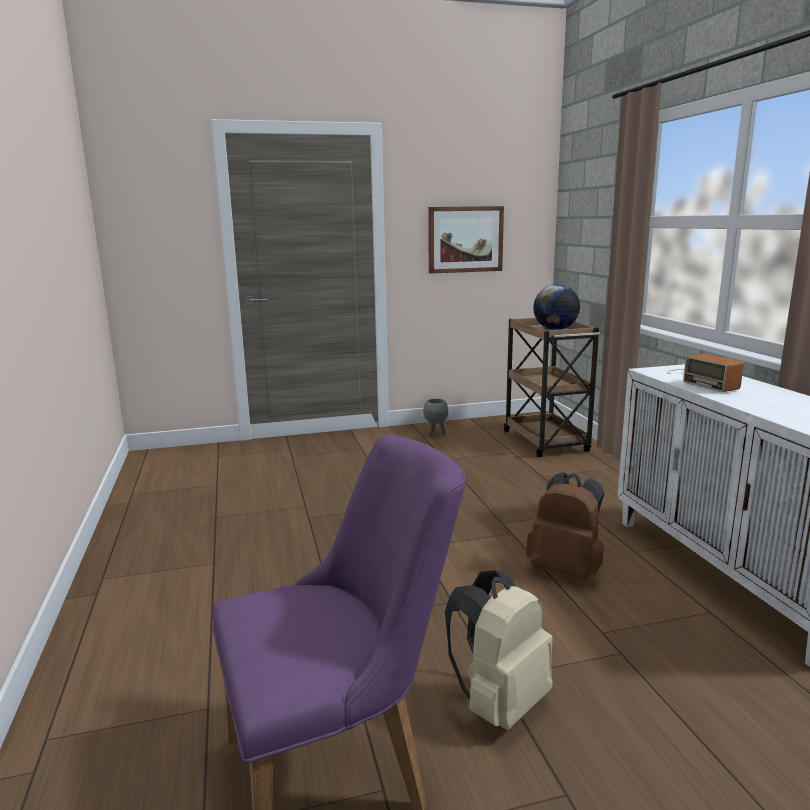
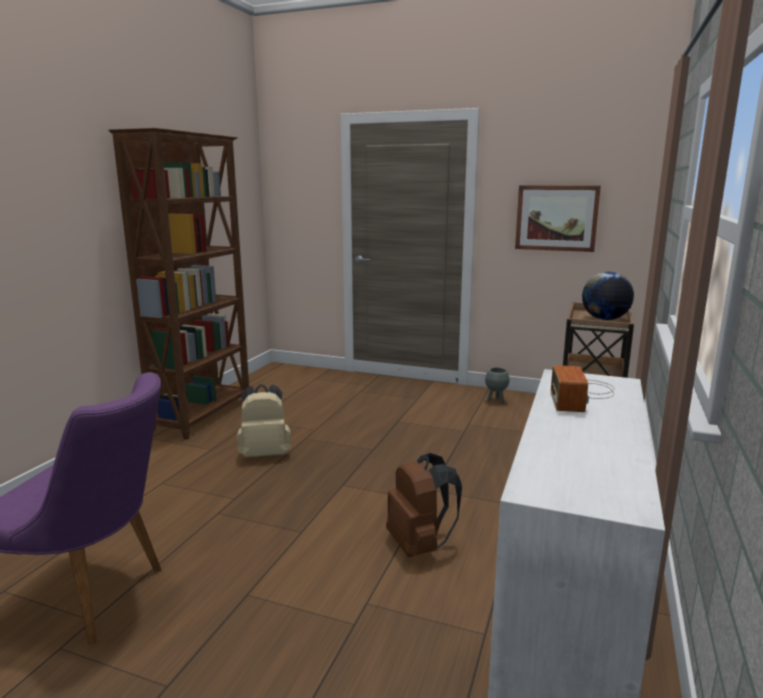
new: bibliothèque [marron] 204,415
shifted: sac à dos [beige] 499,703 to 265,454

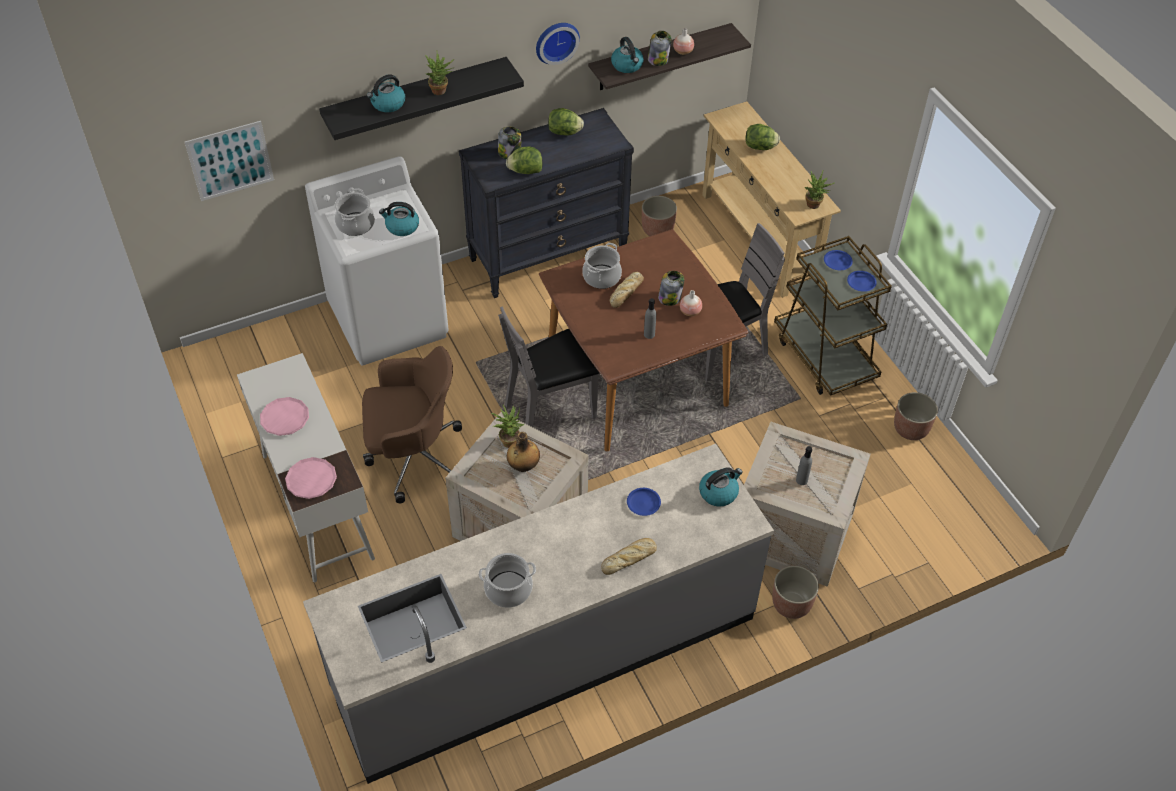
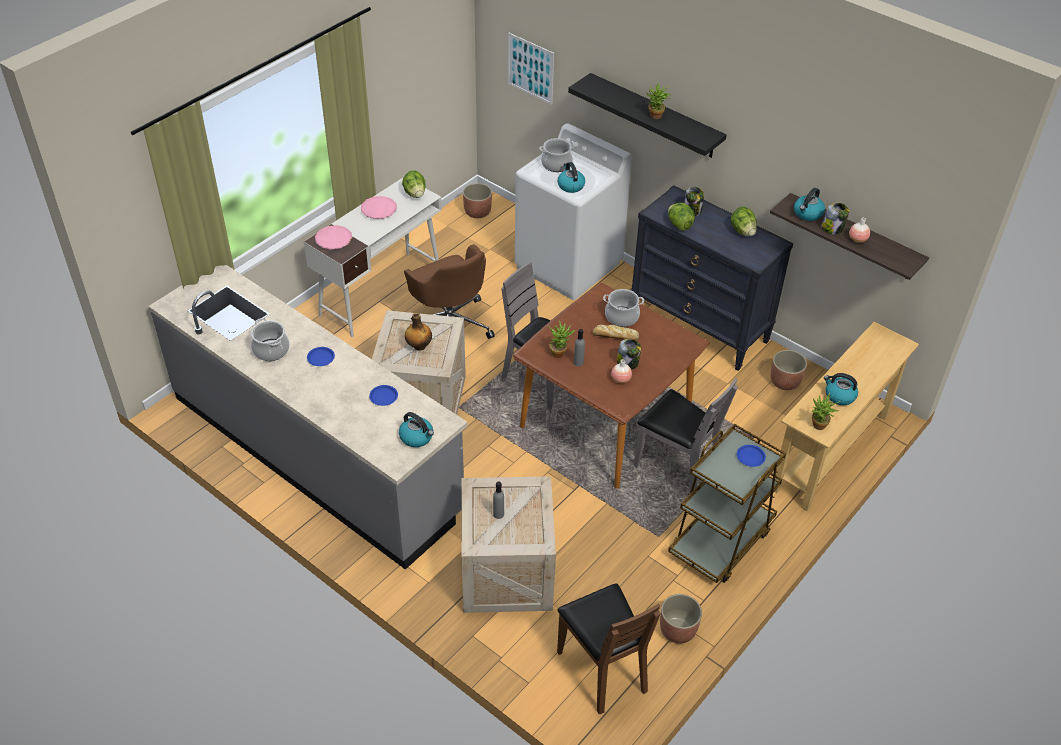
gone: horloge murale 556,41; pain 630,558
new: chaise [marron] 602,669
shifted: bouilloire 387,104 to 839,396; plante en pot 508,439 to 560,352; laitue 760,147 to 415,194; cache-pot 791,604 to 477,212; assiette [bleu] 861,283 to 320,358

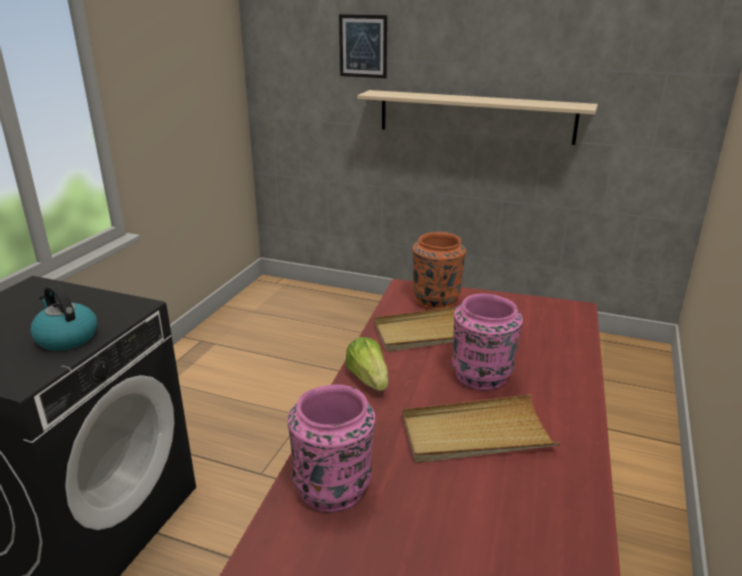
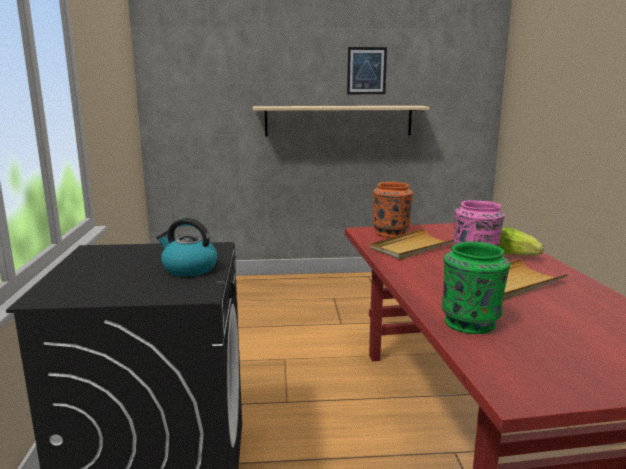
shifted: tableau 363,46 to 366,71; laitue 369,379 to 514,256
repainted: vase [rose] 334,487 to vase [vert] 470,322

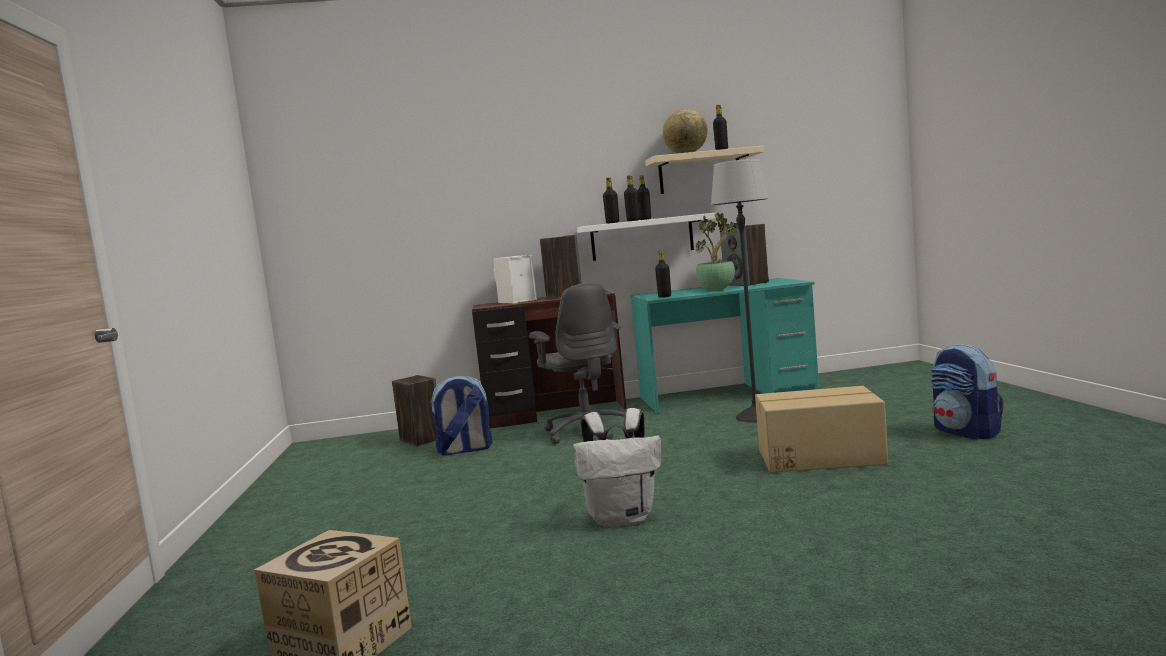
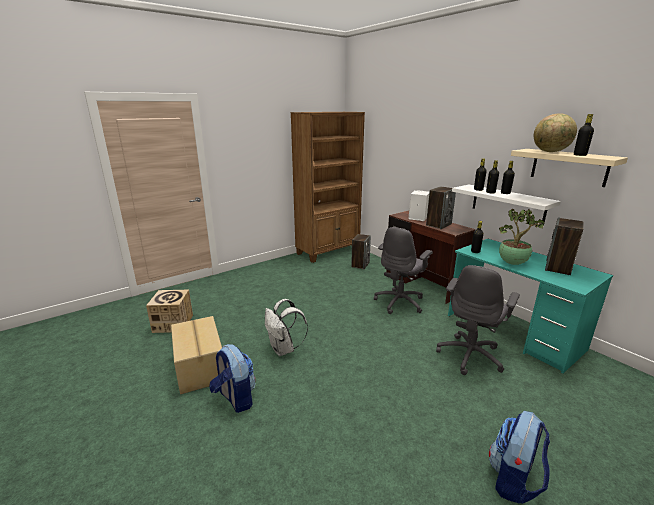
new: bibliothèque [marron] 328,251
shifted: sac à dos 464,450 to 235,398; carton 819,457 to 201,366
swapped: lampadaire 755,417 to chaise de bureau [gris] 470,355

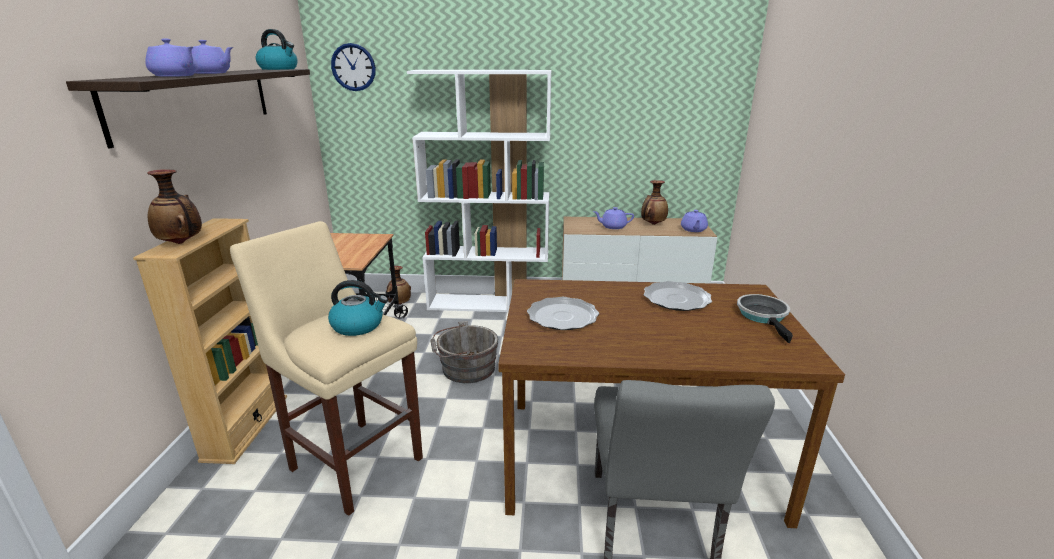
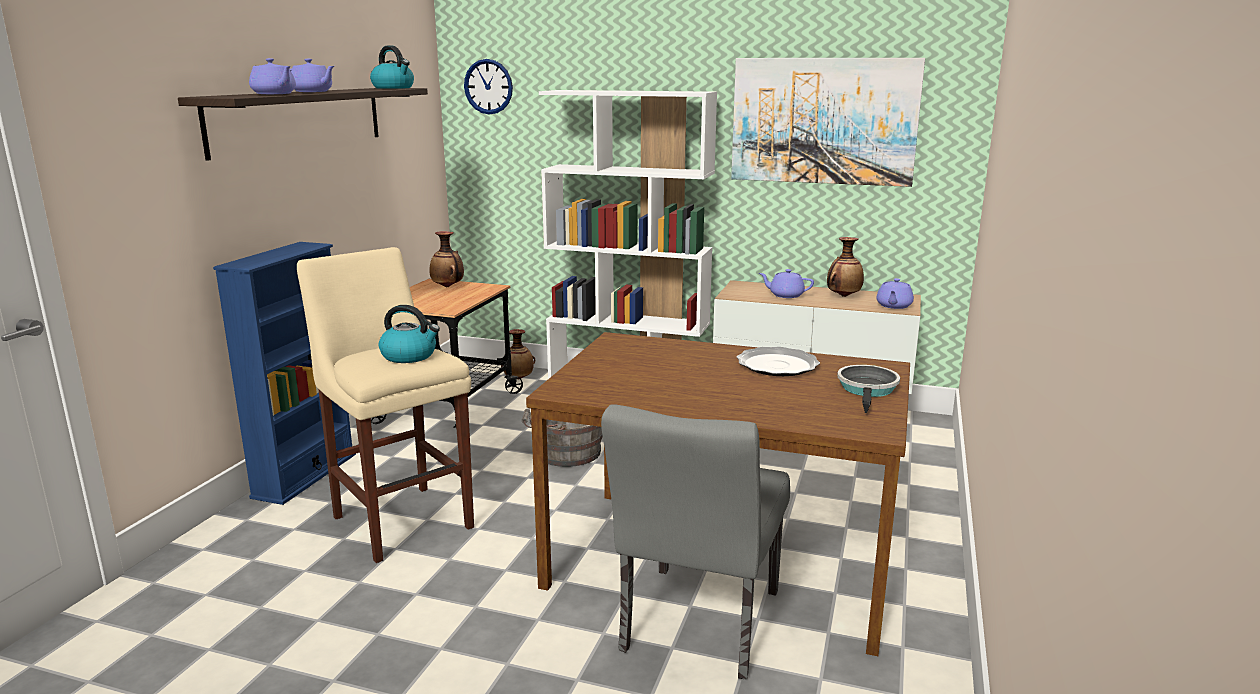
gone: assiette 562,316
new: tableau 823,121
shifted: vase 181,243 to 448,287
repainted: bibliothèque [beige] 246,427 to bibliothèque [bleu] 305,475

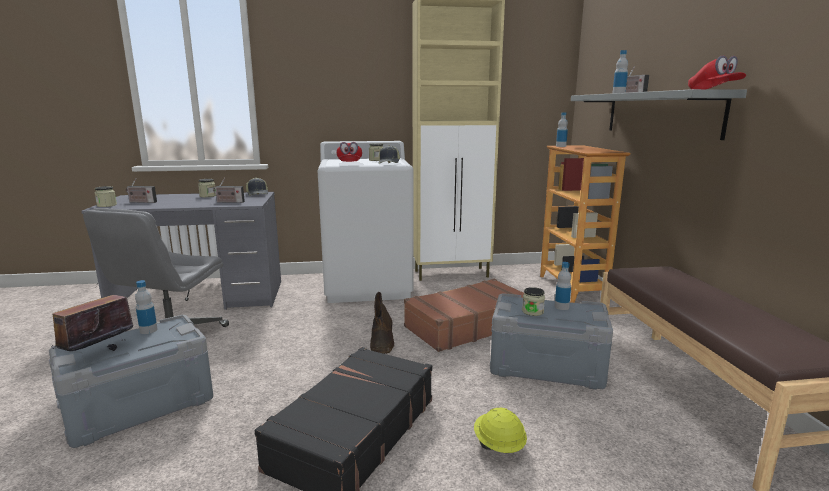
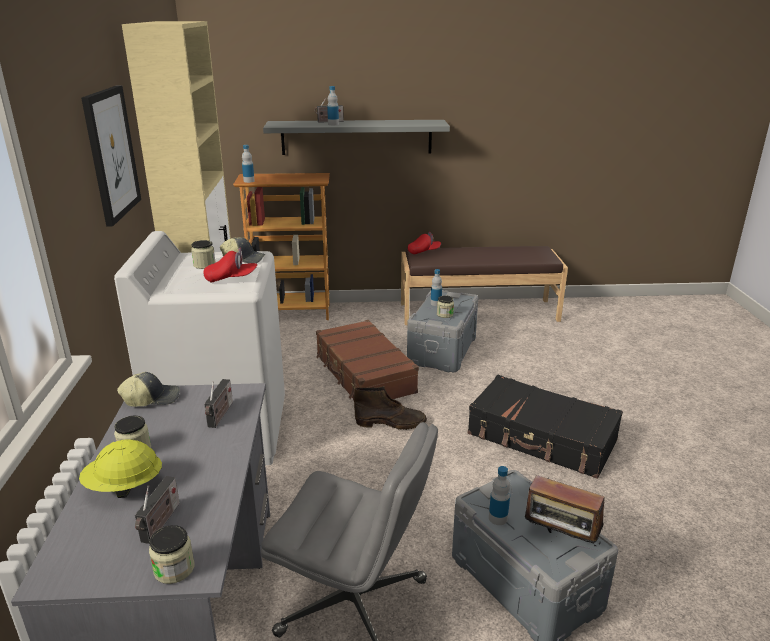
new: tableau 111,154
shifted: casque de chantier [jaune] 498,445 to 124,487; casquette [rouge] 714,89 to 424,252

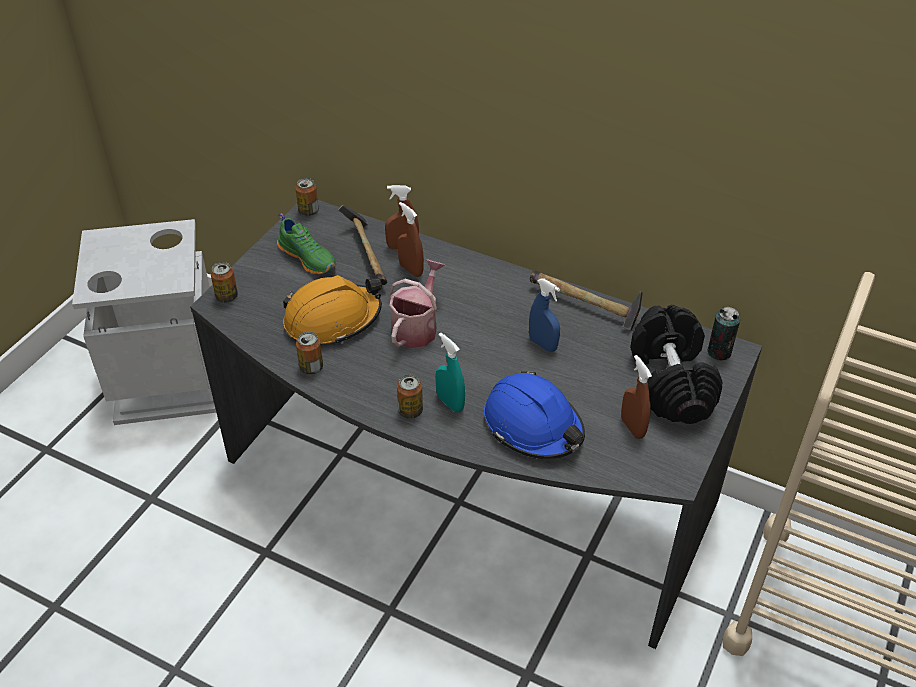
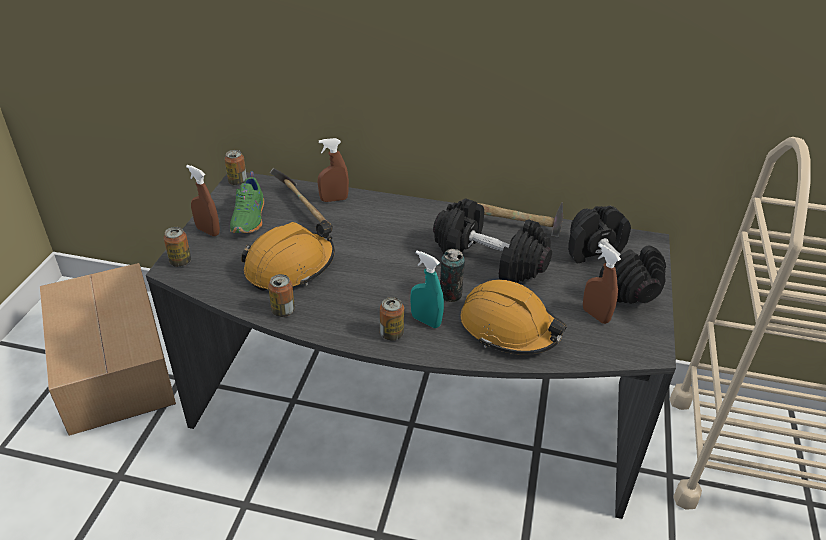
gone: arrosoir 417,327
shifted: vaporisateur [marron] 411,270 to 208,231; boîte métallique 719,352 to 450,294
swapped: poubelle [gris] 171,379 to carton 114,363; vaporisateur [bleu] 543,344 to haltère [noir] 488,259
repainted: casque de chantier [bleu] 533,426 to casque de chantier [orange] 509,328
rotated: chaussure [vert] 308,257 = 250,218 60 degrees clockwise

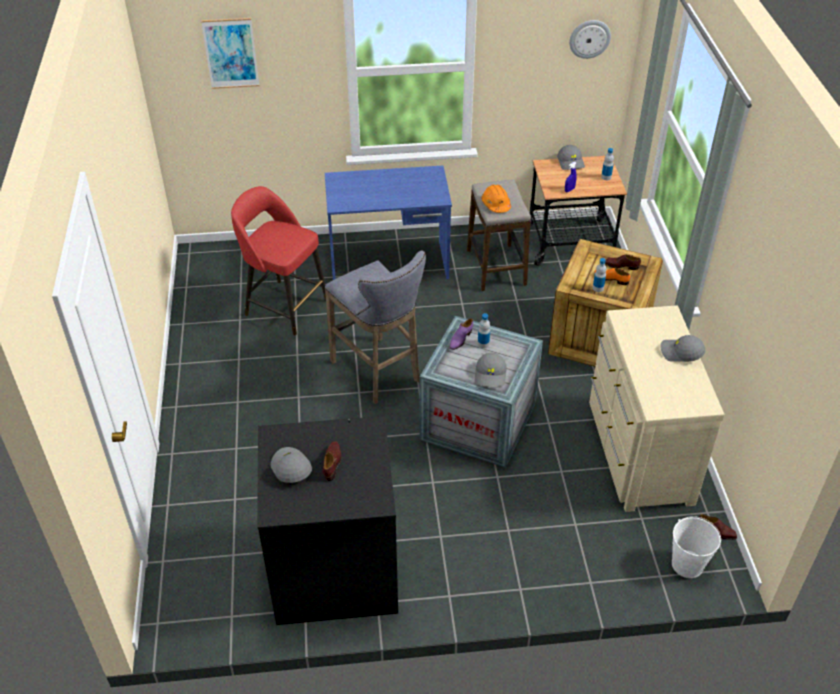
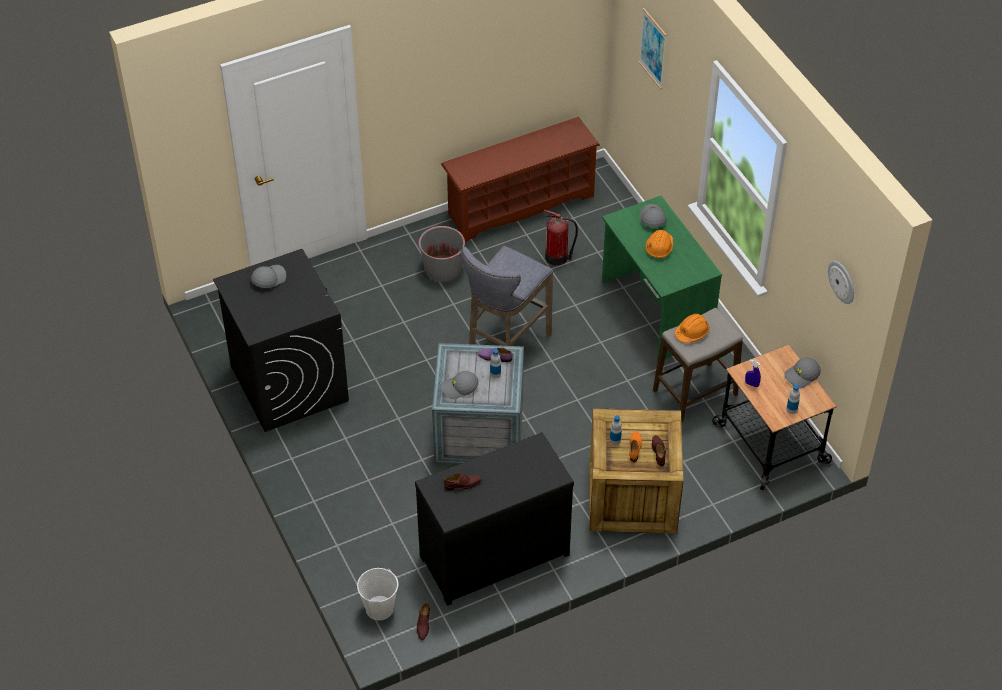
new: seau [gris] 443,268; étagère à chaussures [marron] 520,204; casque de chantier [orange] 659,248
shifted: chaussure [marron] 332,462 to 463,484; casquette [gris] 681,353 to 652,219
swapped: tabouret [rouge] 284,306 to extincteur 558,257
repainted: bureau [bleu] 389,264 to bureau [vert] 655,311; commode [beige] 637,453 to commode [noir] 491,552

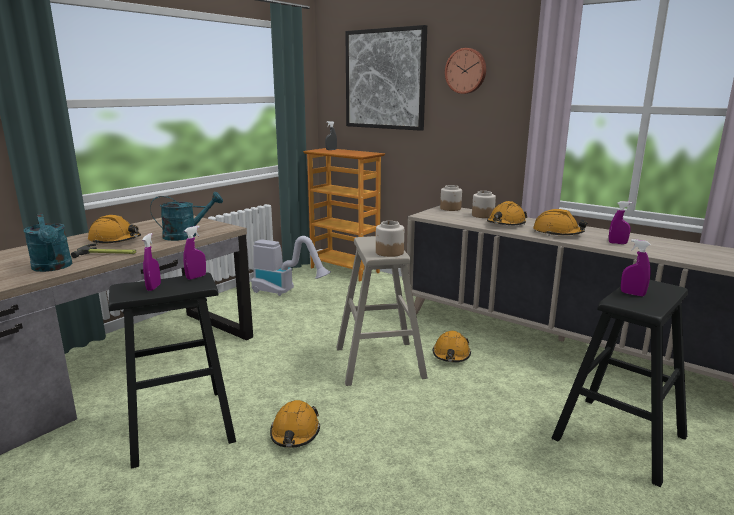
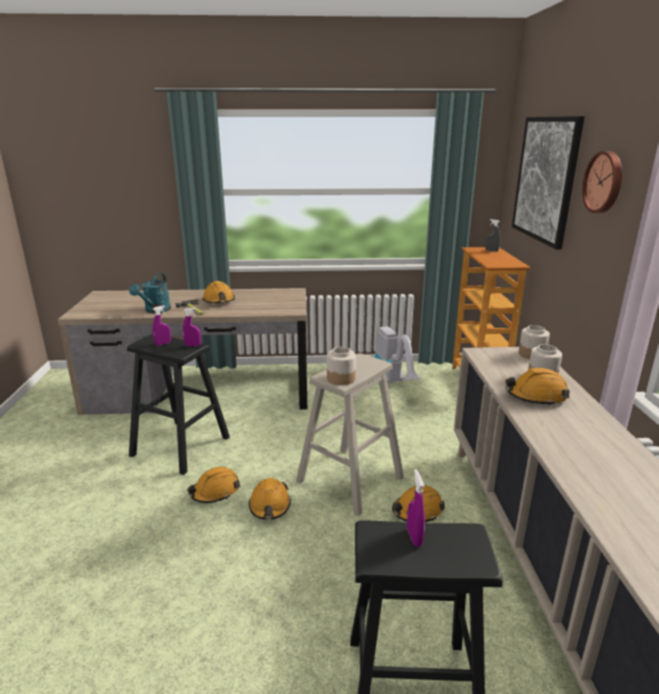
gone: arrosoir [turquoise] 186,235; vaporisateur [violet] 617,243
shifted: casque de chantier [orange] 557,233 to 270,506

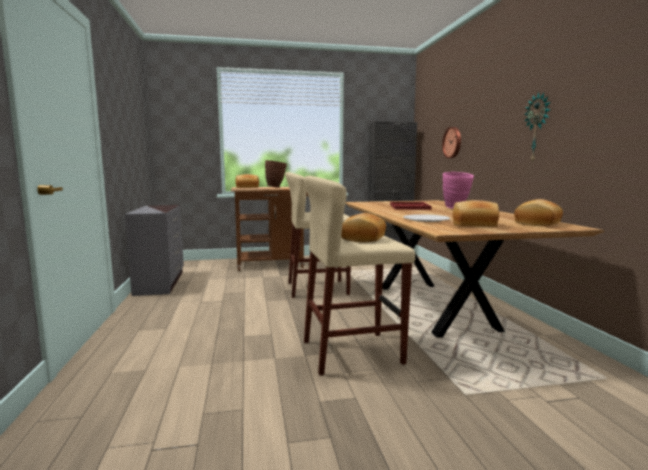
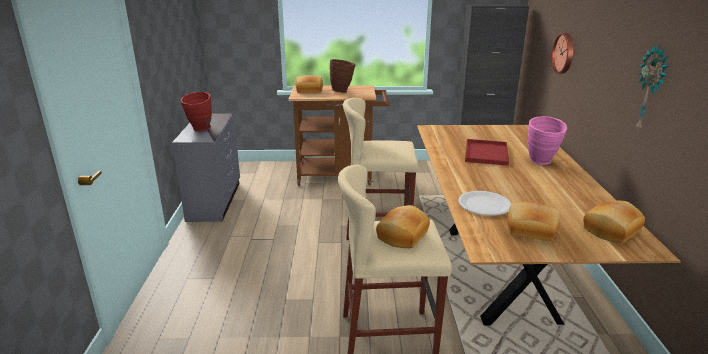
new: vase [rouge] 200,130

